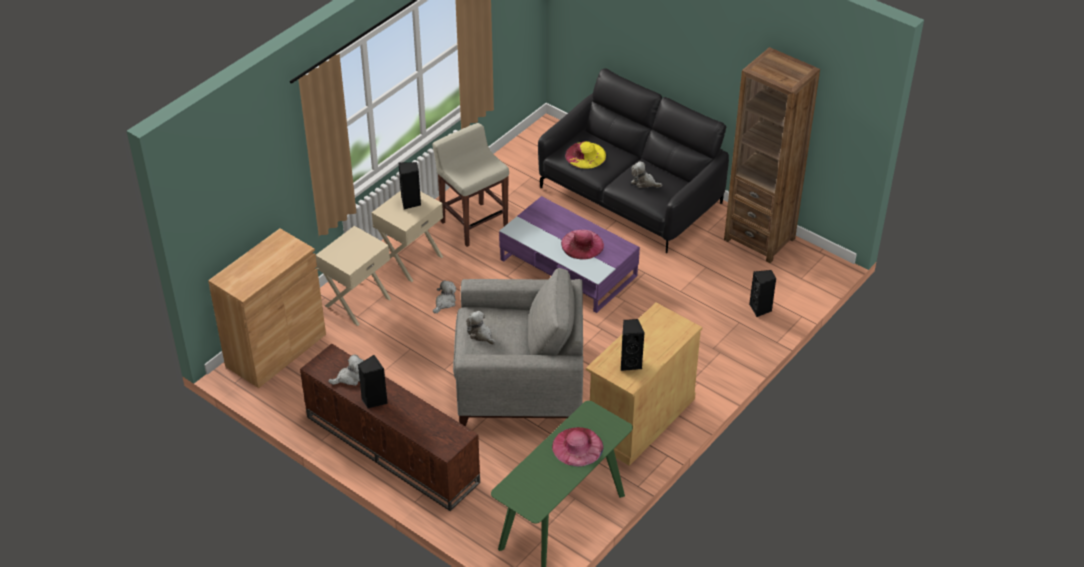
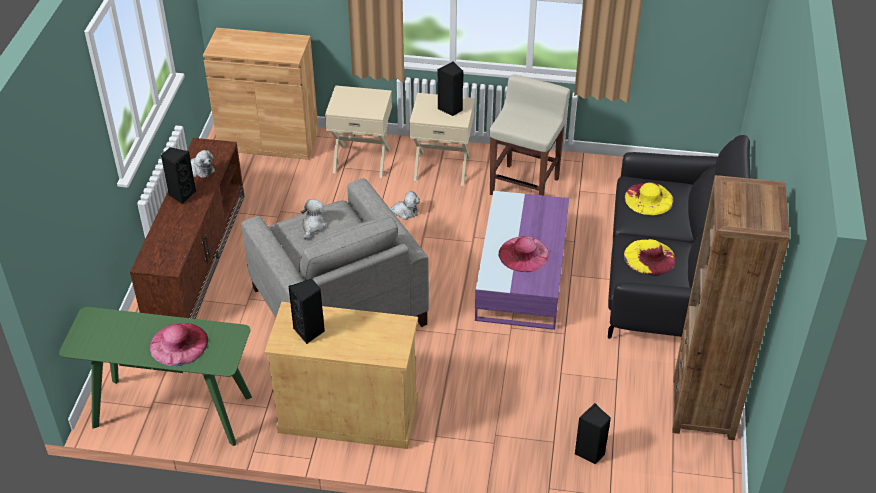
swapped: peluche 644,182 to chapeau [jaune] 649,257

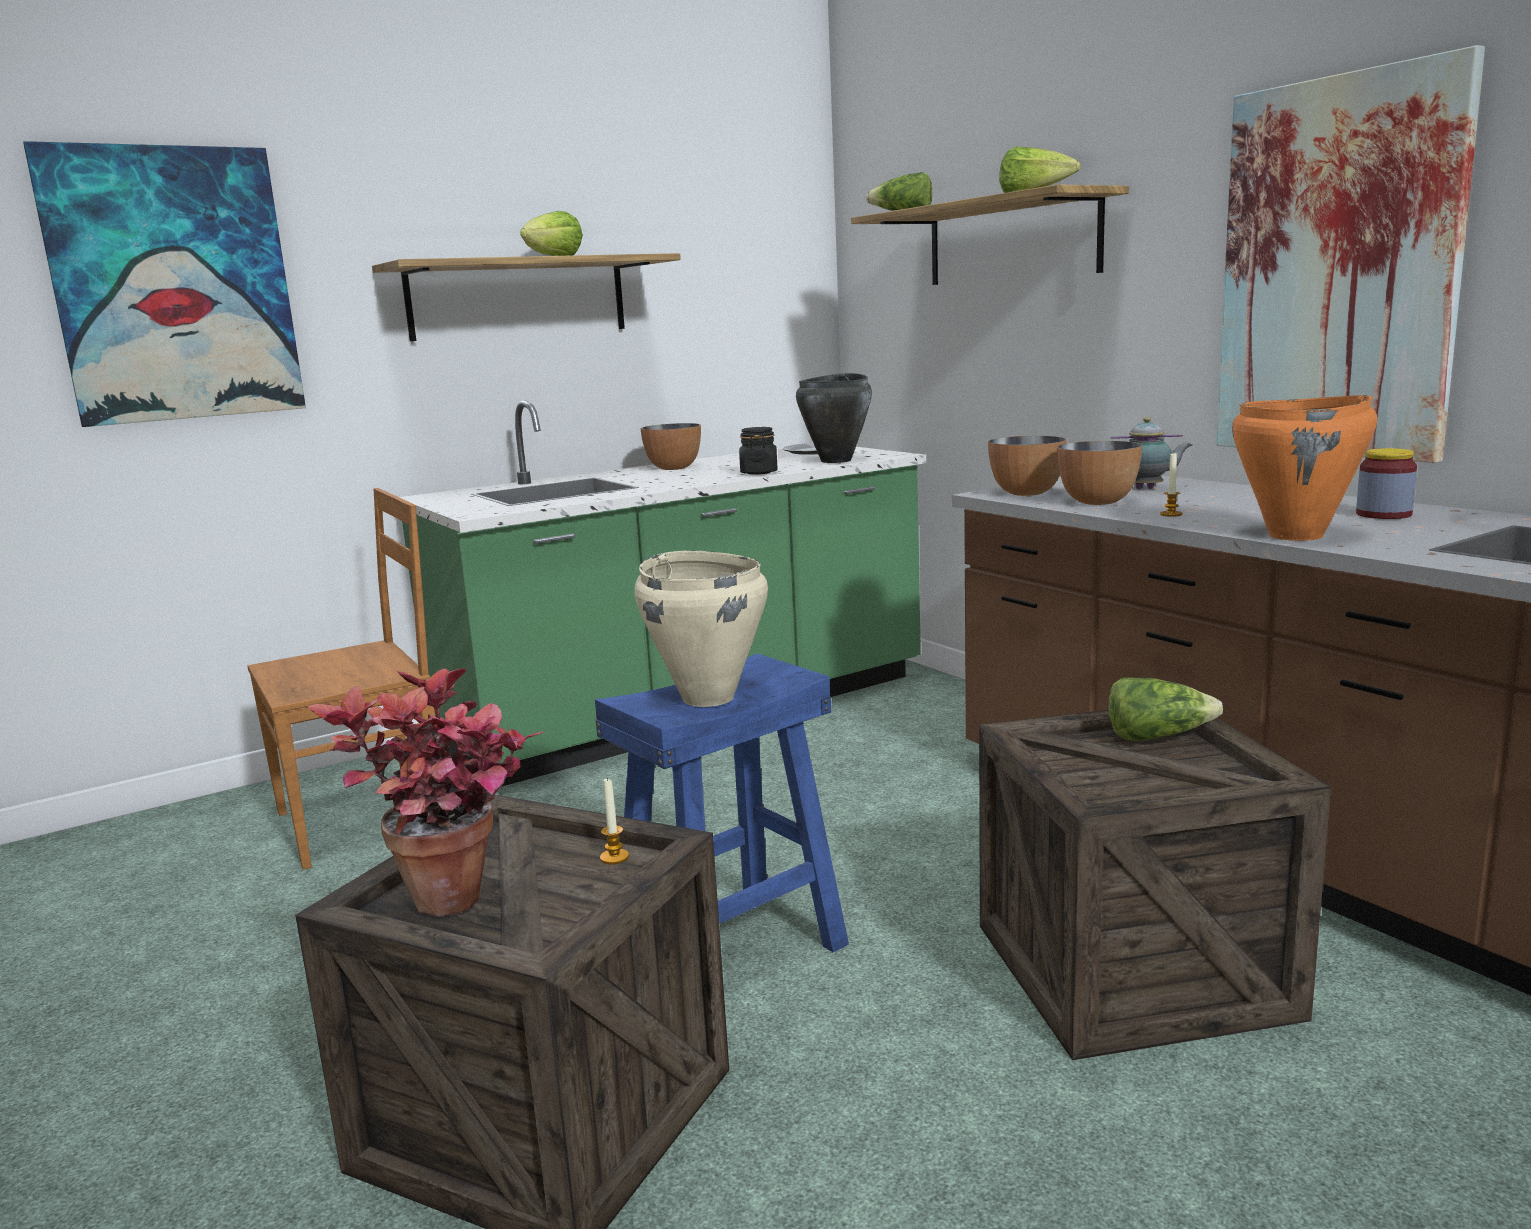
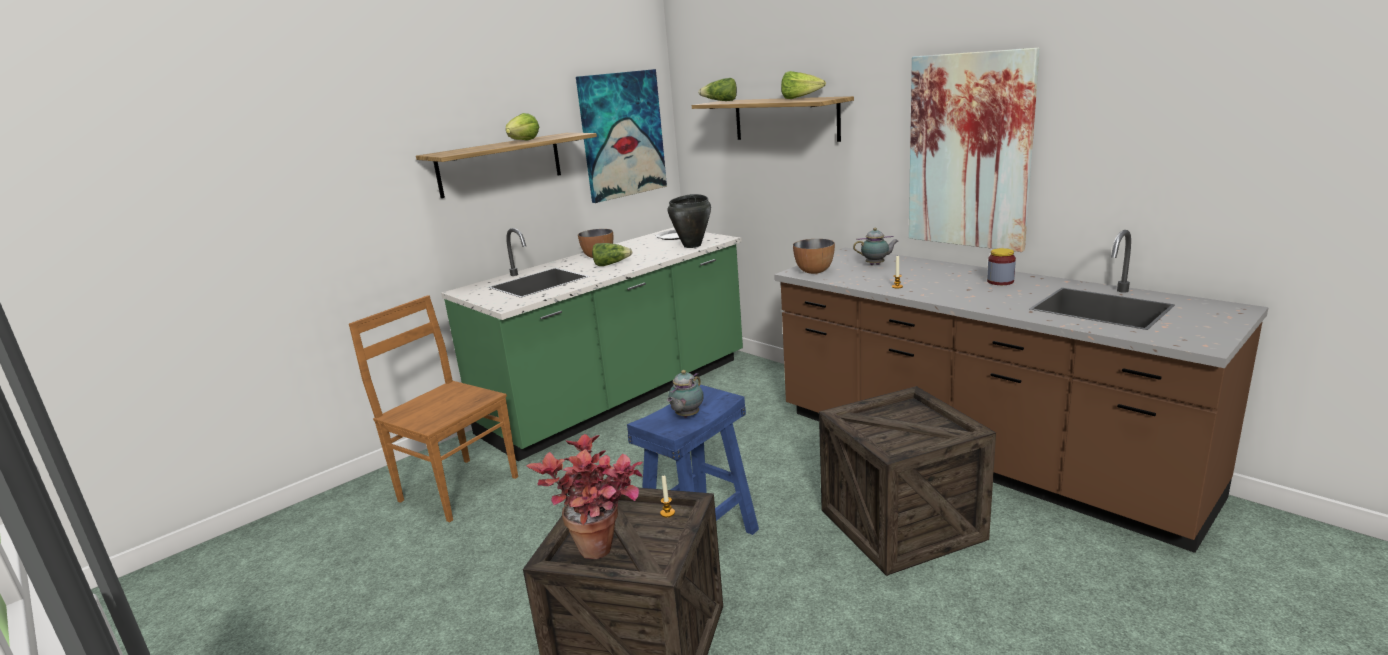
gone: bocal [noir] 759,472; bol 1097,502; marmite [orange] 1297,536
shifted: tableau 174,285 to 622,135; laitue 1157,736 to 611,264
swapped: marmite [beige] 708,698 to théière 686,416
rotated: chaise [marron] 367,820 = 457,488 105 degrees counterclockwise

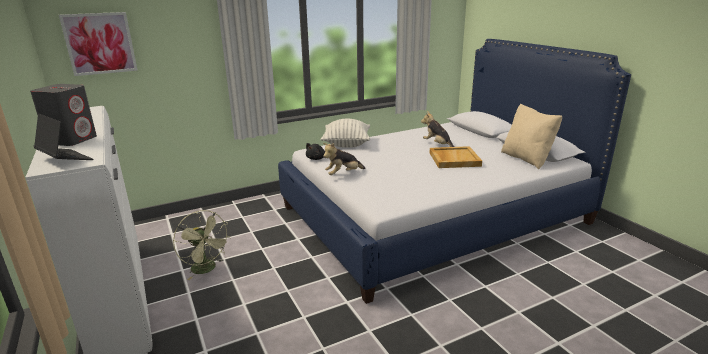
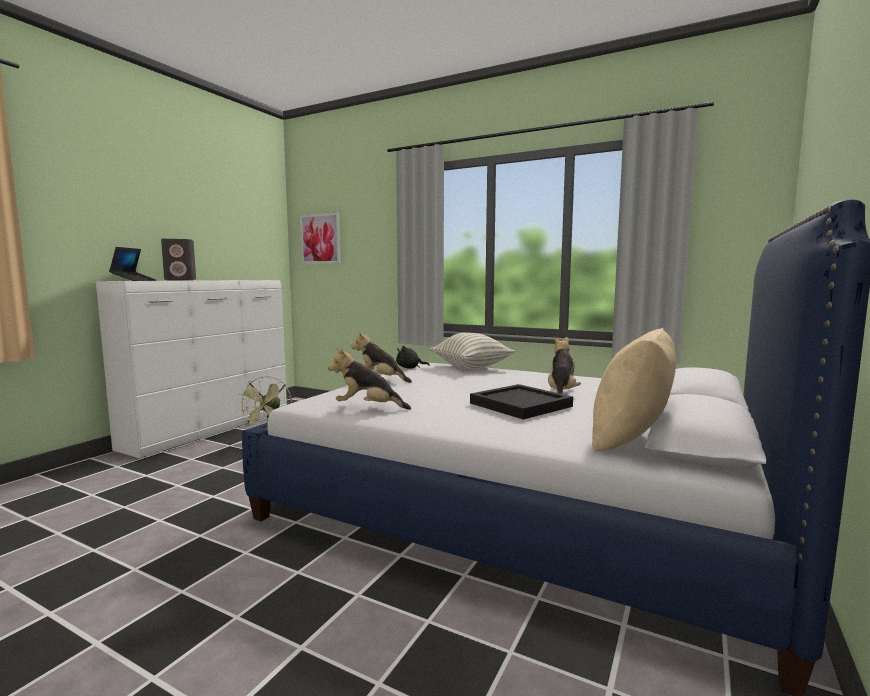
new: peluche 368,408
repainted: plateau [beige] 454,159 to plateau [noir] 520,404

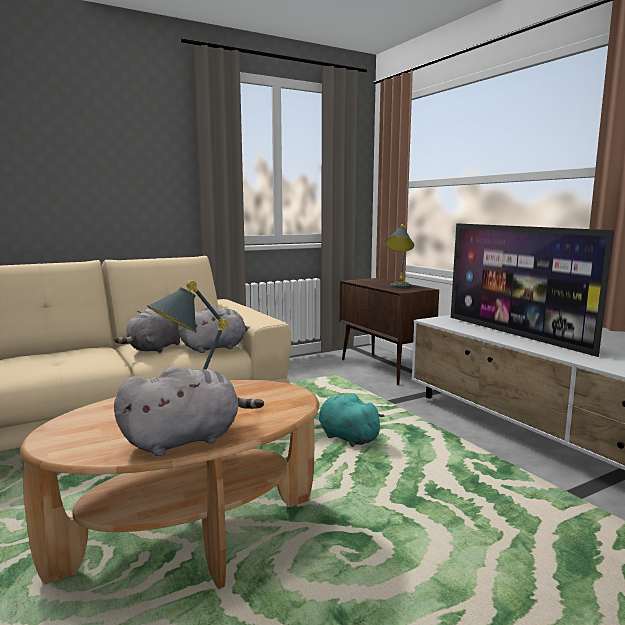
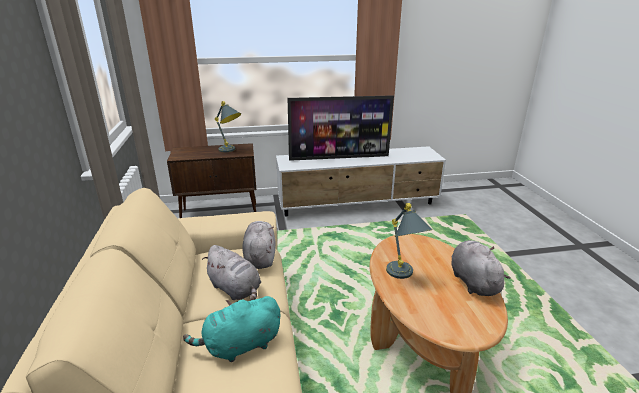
shifted: peluche [turquoise] 346,437 to 240,346

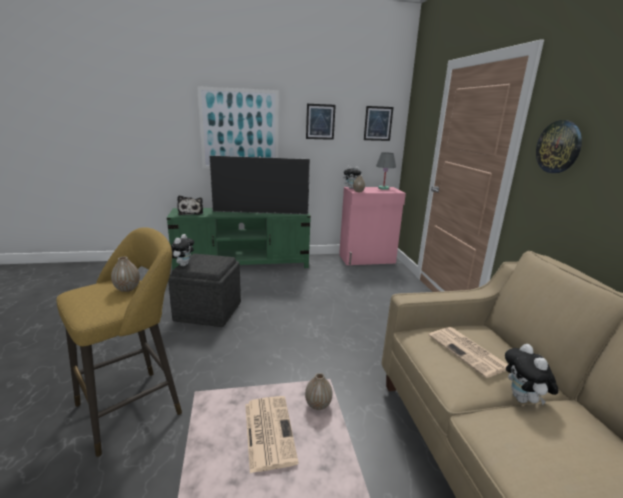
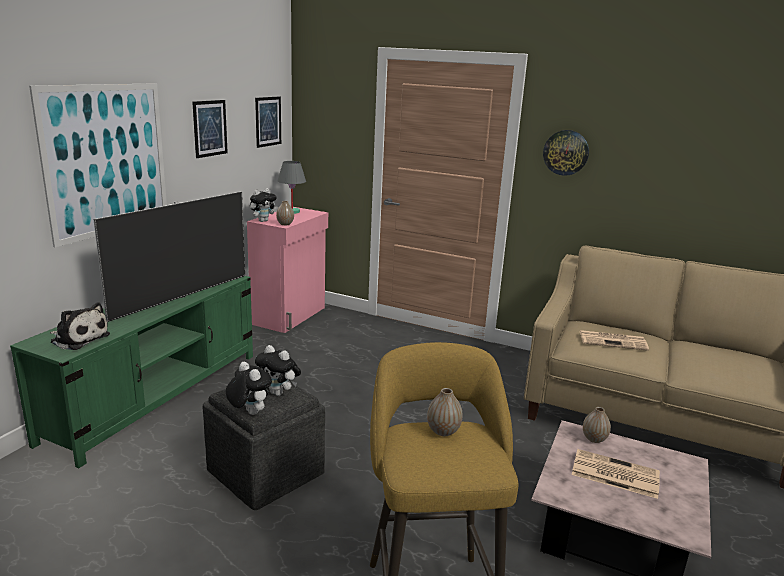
shifted: peluche 523,400 to 279,393

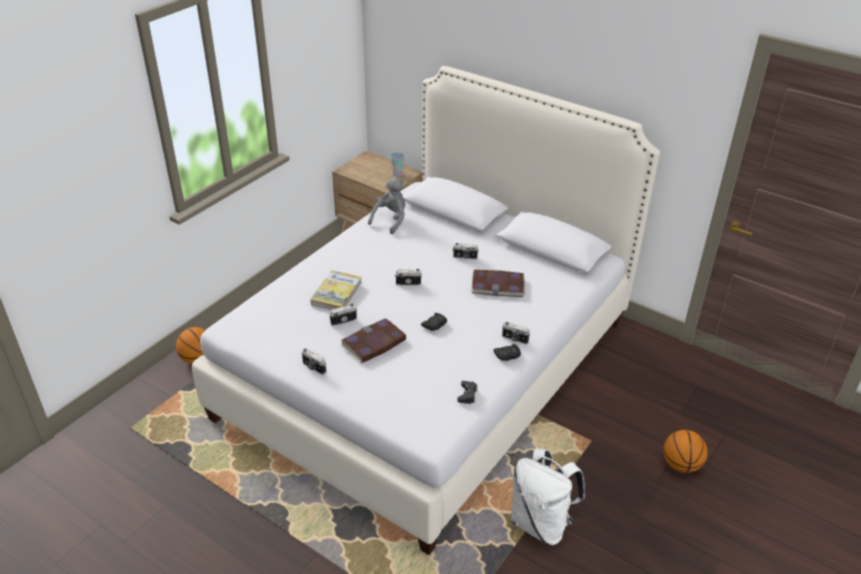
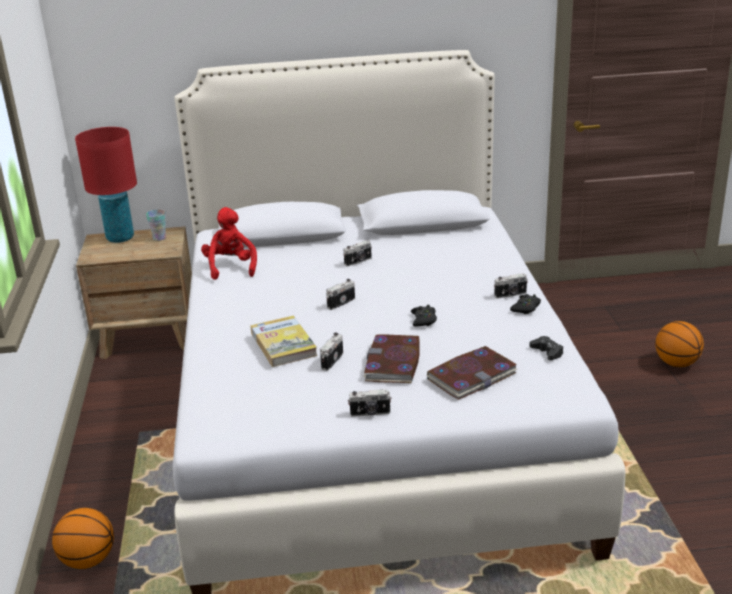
gone: sac à dos [blanc] 541,523
new: lampe de table [rouge] 120,238
shifted: livre 498,285 to 471,376
repainted: peluche [gris] 390,220 to peluche [rouge] 231,267

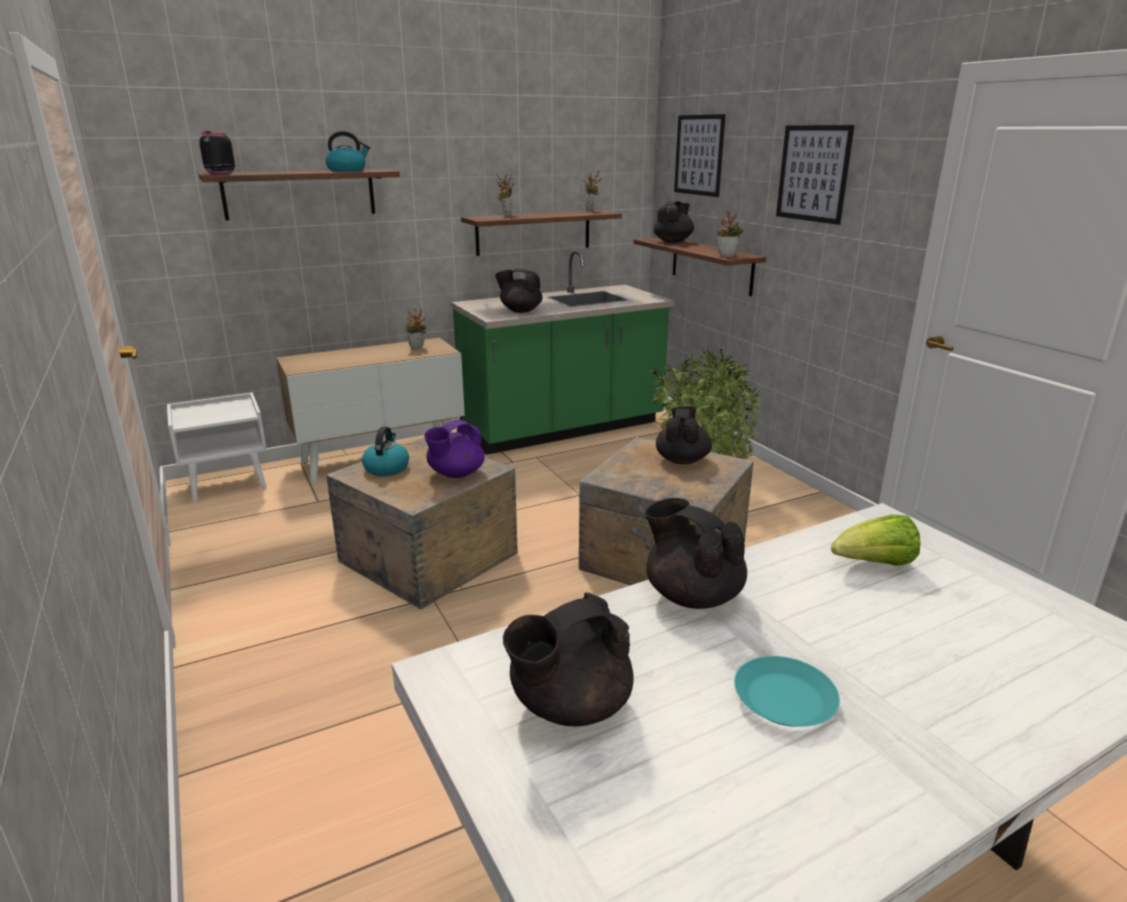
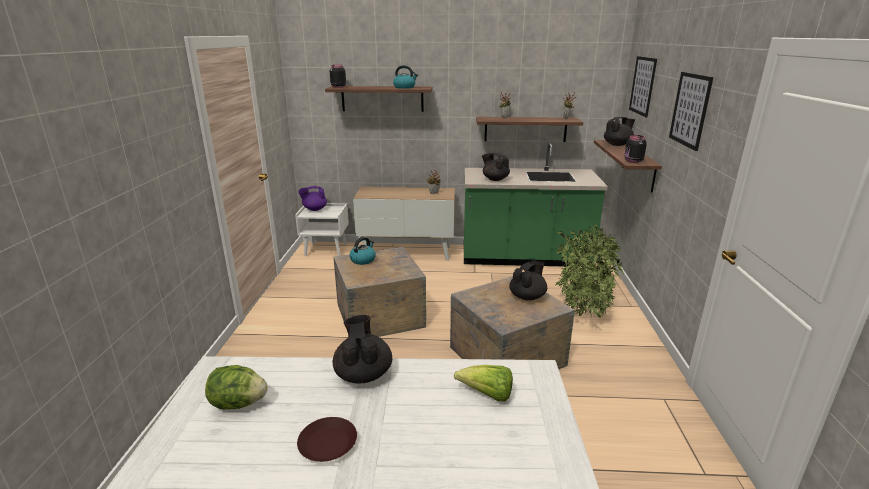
shifted: théière [violet] 455,474 to 314,209
swapped: théière [noir] 569,706 to laitue 238,403; plante en pot 727,256 to bocal [noir] 632,161
repainted: assiette [turquoise] 783,700 to assiette [marron] 327,443

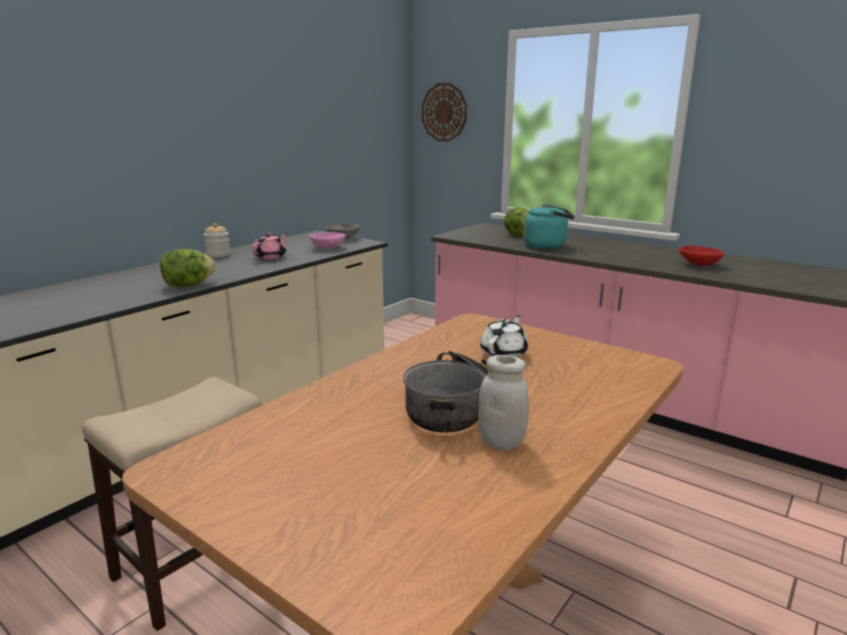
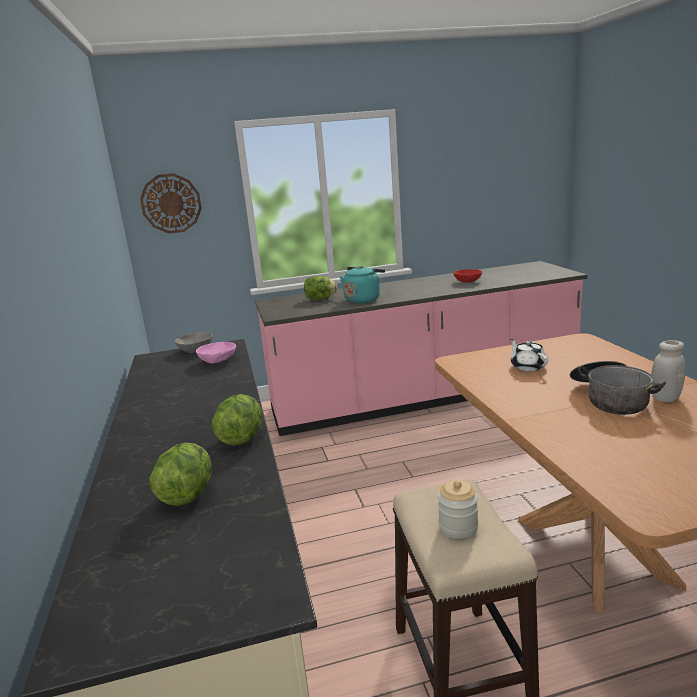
gone: théière [rose] 271,257
new: laitue 187,494
shifted: bocal 218,254 to 458,526

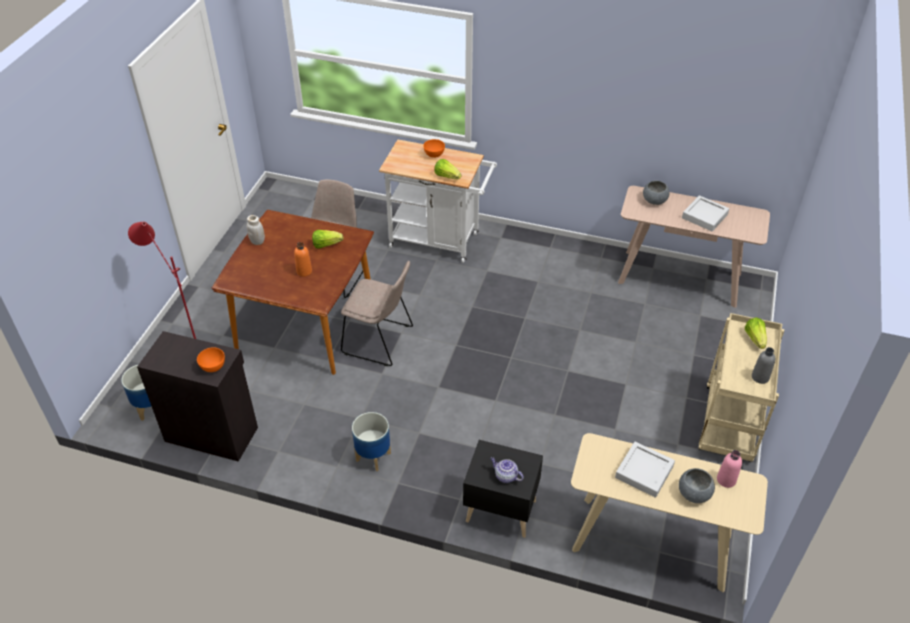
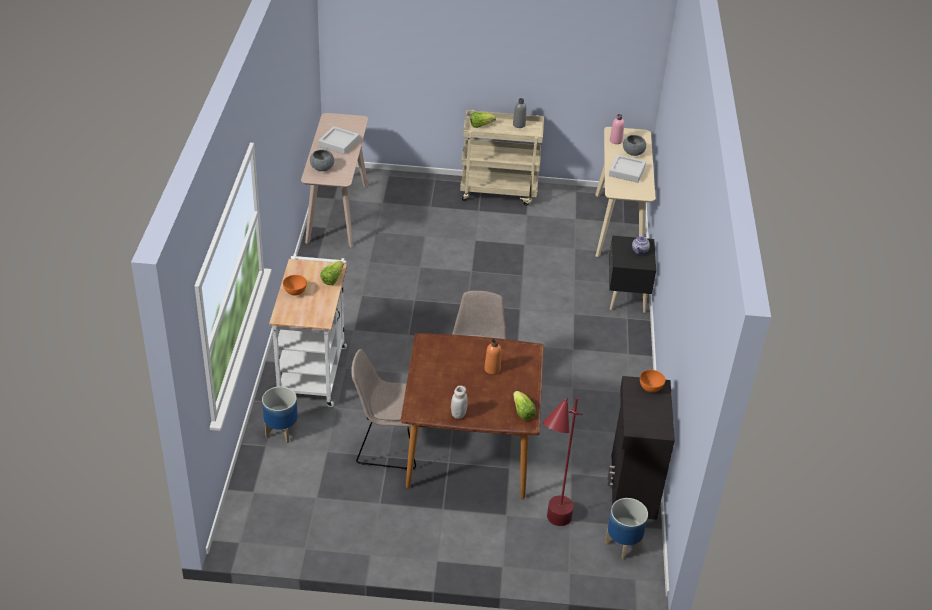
shifted: laitue 326,244 to 522,412; cache-pot 373,456 to 281,431

